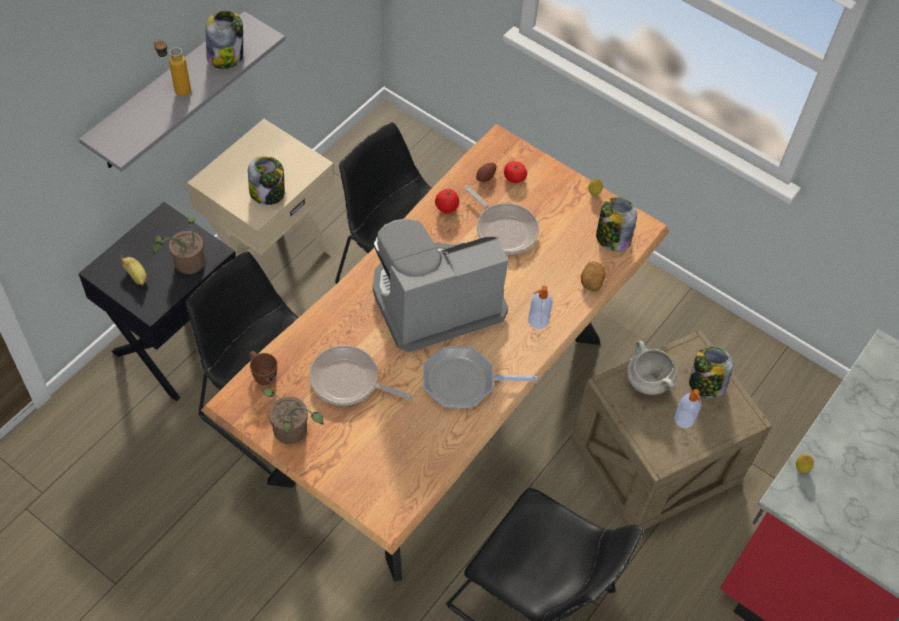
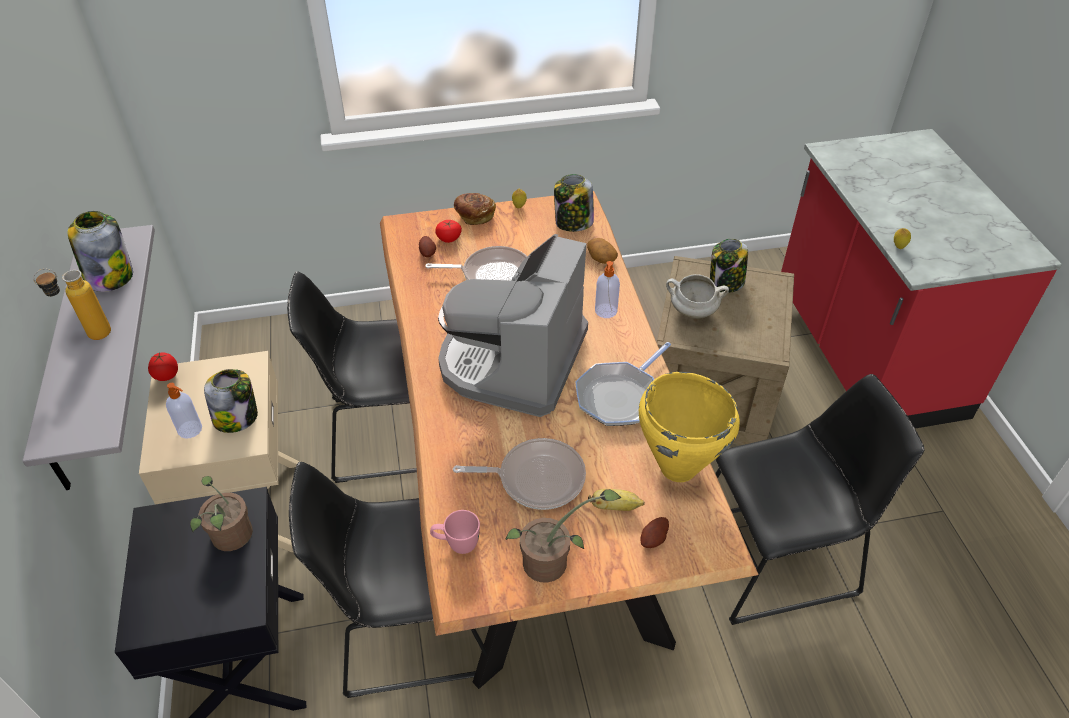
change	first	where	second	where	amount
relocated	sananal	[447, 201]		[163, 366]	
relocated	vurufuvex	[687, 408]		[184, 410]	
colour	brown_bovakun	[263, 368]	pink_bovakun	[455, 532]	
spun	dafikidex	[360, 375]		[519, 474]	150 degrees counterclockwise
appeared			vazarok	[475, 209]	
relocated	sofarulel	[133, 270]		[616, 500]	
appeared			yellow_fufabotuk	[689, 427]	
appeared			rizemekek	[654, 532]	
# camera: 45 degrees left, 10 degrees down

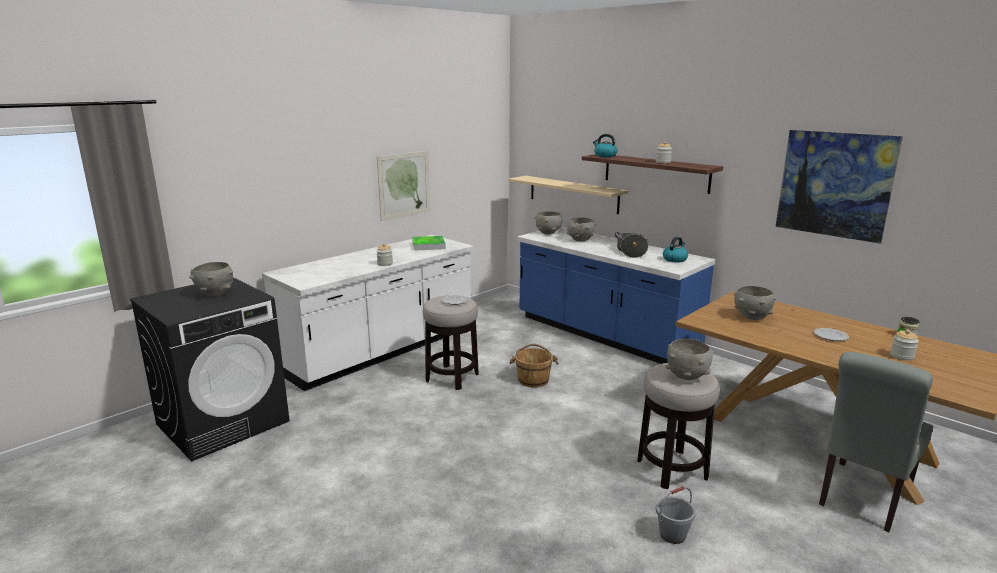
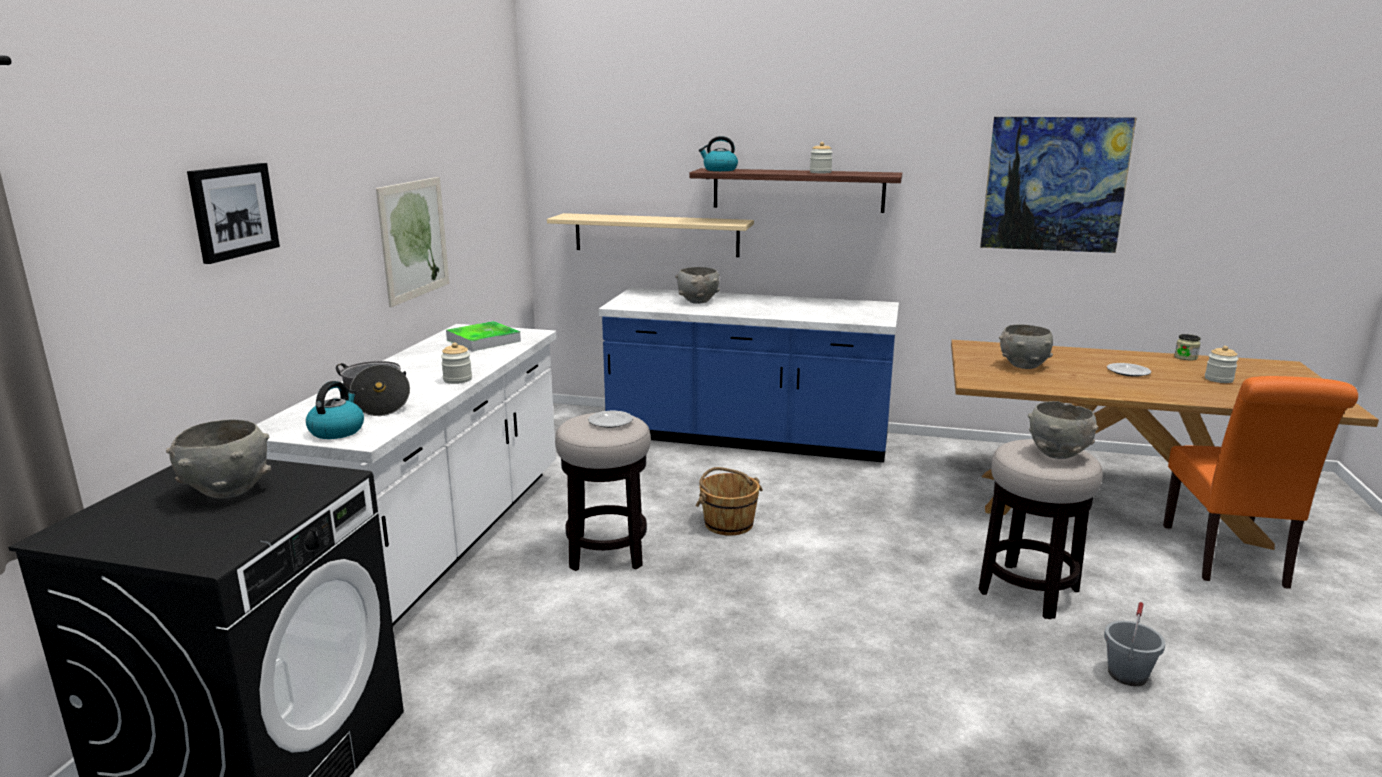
change	first	where	second	where	amount
appeared			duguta	[233, 213]	
relocated	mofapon	[675, 250]		[335, 410]	
relocated	fufabotuk	[631, 245]		[373, 388]	
colour	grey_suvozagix	[876, 442]	orange_suvozagix	[1260, 482]	
missing	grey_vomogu	[549, 223]			
# camera: 30 degrees left, 0 degrees up

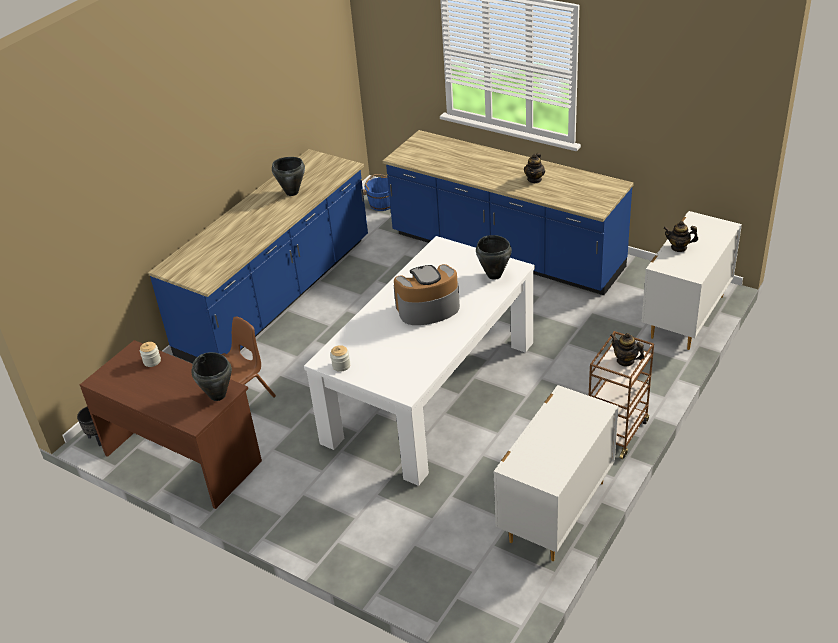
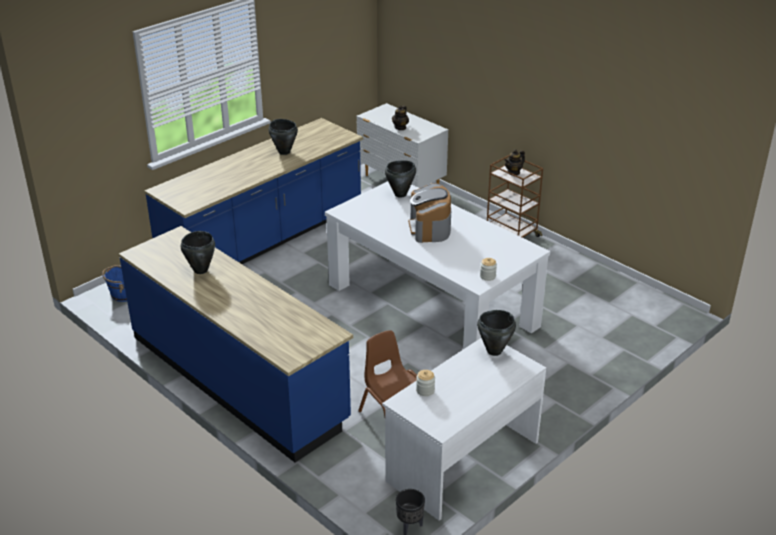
change	first	where	second	where	amount
exchanged	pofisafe	[534, 168]	black_fufabotuk	[283, 137]	
colour	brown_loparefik	[171, 424]	white_loparefik	[464, 429]	
missing	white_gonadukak	[556, 473]			
# camera: 80 degrees left, 5 degrees down

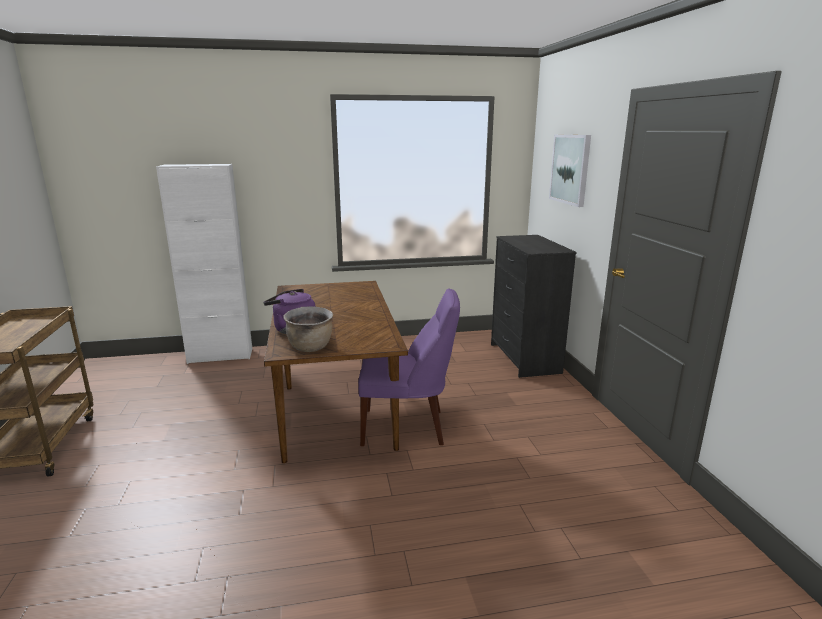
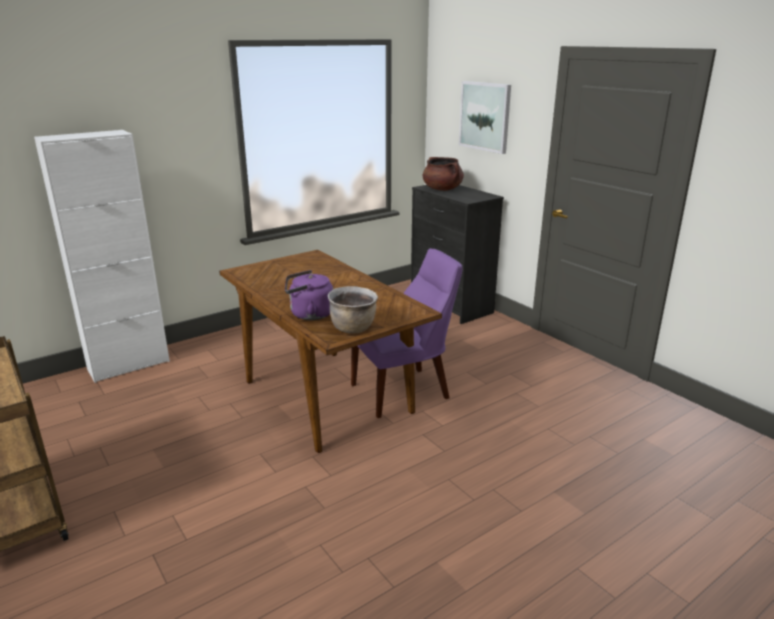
change	first	where	second	where	amount
appeared			brown_fufabotuk	[443, 174]	
# camera: 25 degrees left, 5 degrees up

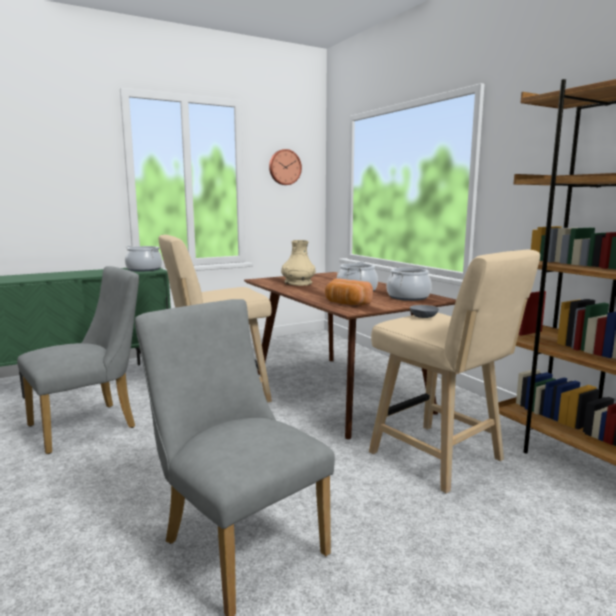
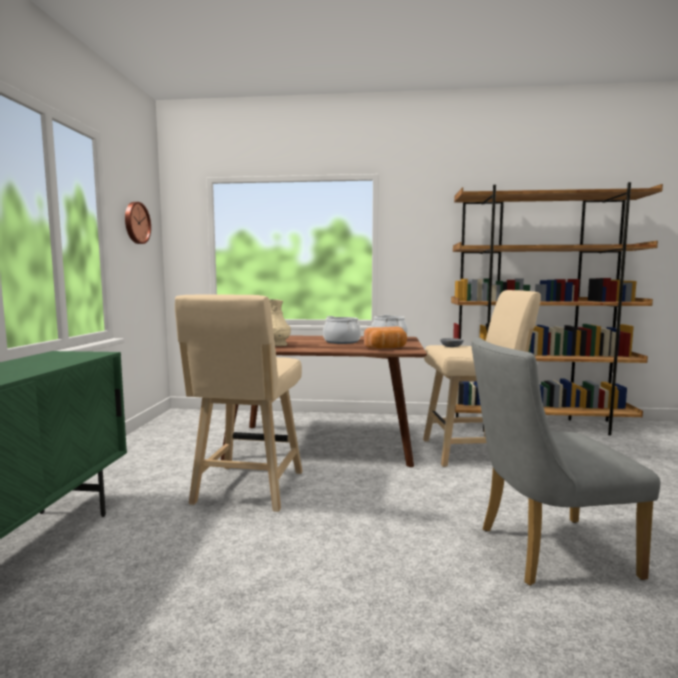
change	first	where	second	where	amount
missing	grey_suvozagix	[78, 360]			
missing	fufabotuk	[143, 259]			
# camera: 55 degrees left, 5 degrees down

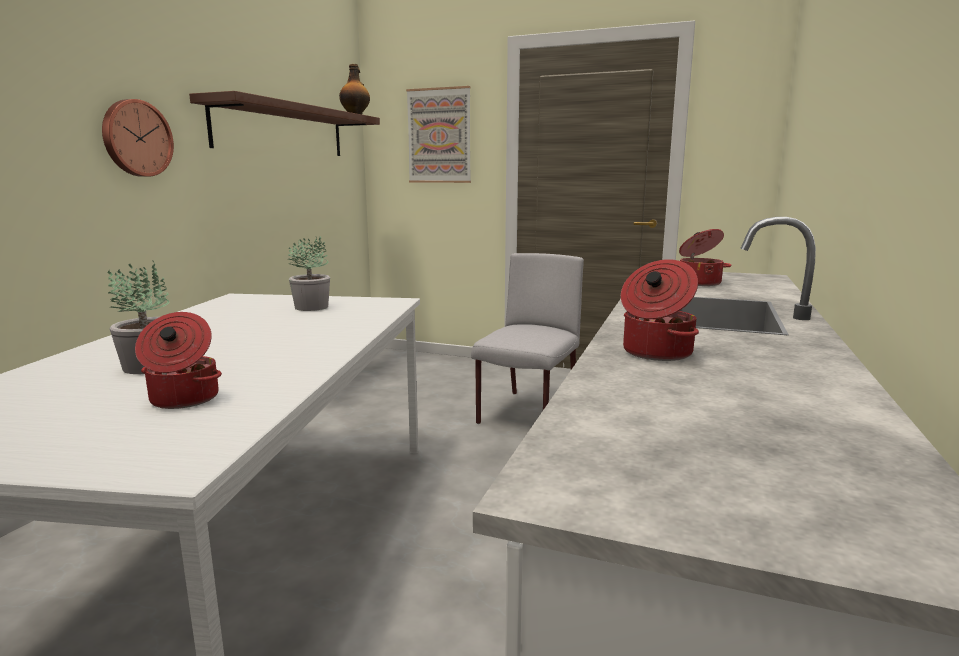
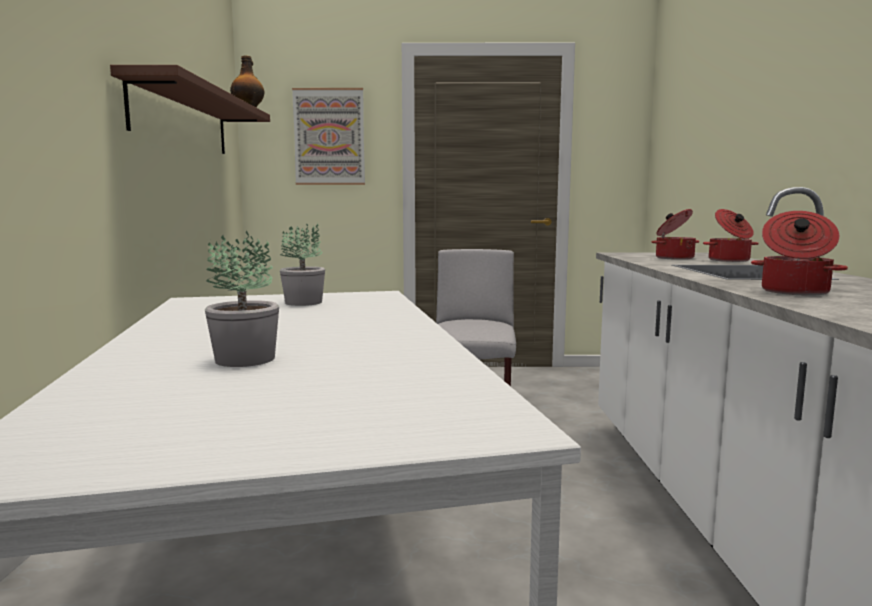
change	first	where	second	where	amount
relocated	fufabotuk	[178, 360]		[731, 235]	
missing	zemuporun	[138, 138]			
# camera: 20 degrees left, 5 degrees down

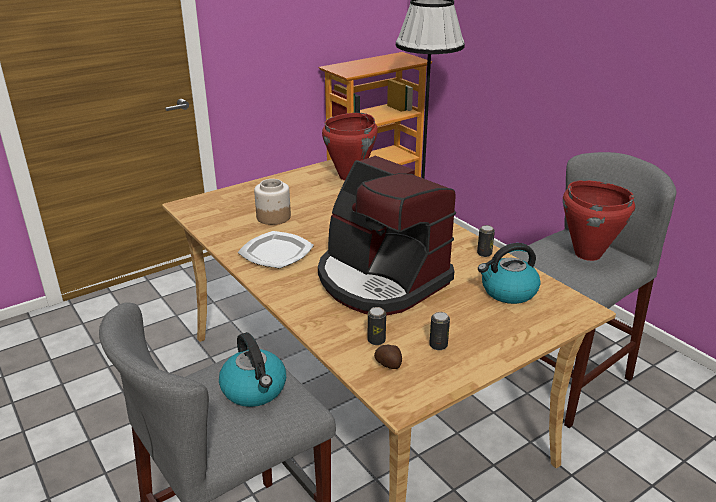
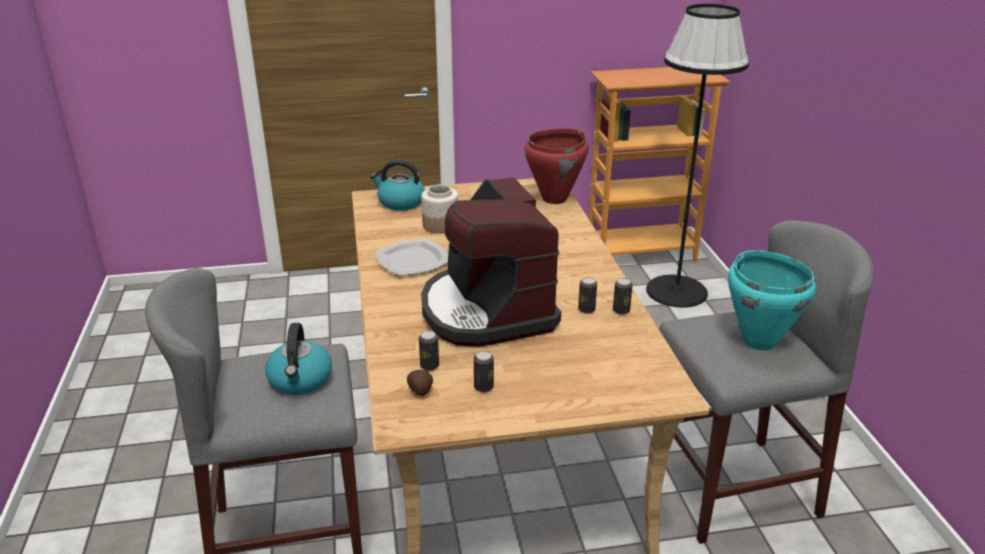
change	first	where	second	where	amount
relocated	mofapon	[509, 273]		[397, 185]	
appeared			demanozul	[587, 295]	
colour	red_fufabotuk	[599, 220]	turquoise_fufabotuk	[772, 300]	
# camera: 25 degrees right, 0 degrees up

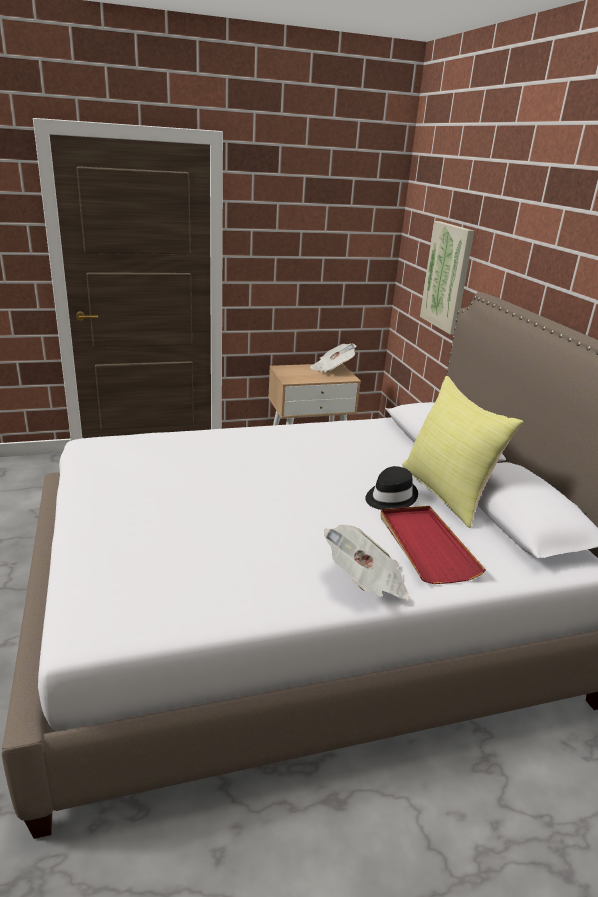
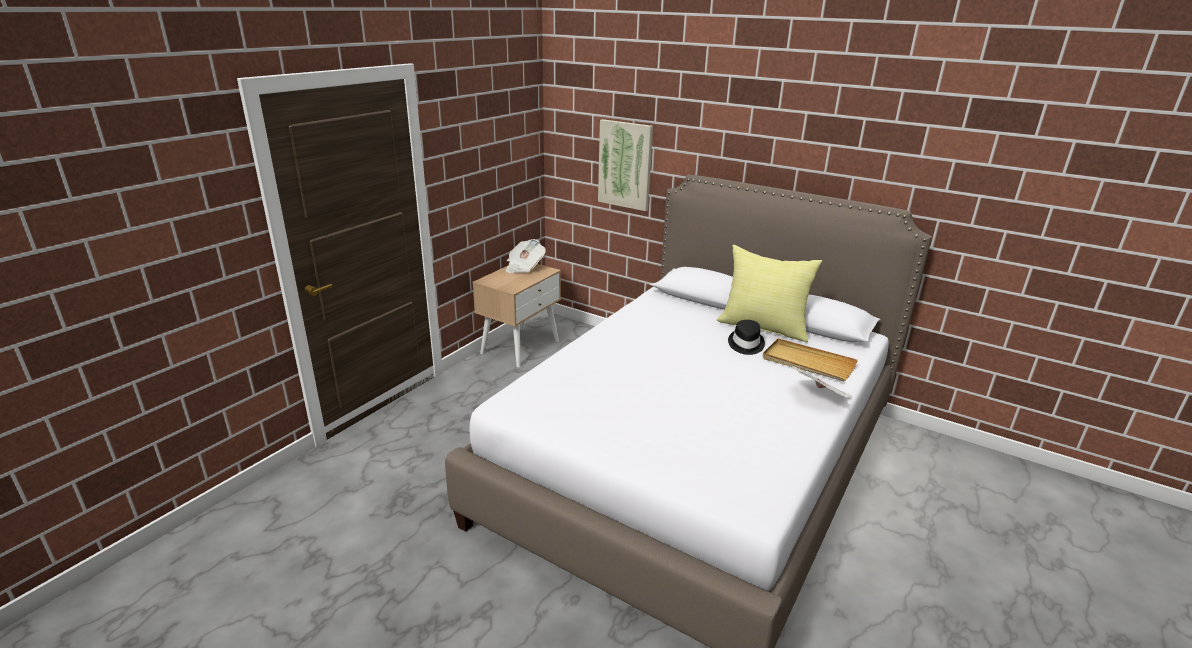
change	first	where	second	where	amount
colour	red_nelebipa	[433, 545]	beige_nelebipa	[810, 359]	
# camera: 40 degrees left, 0 degrees up

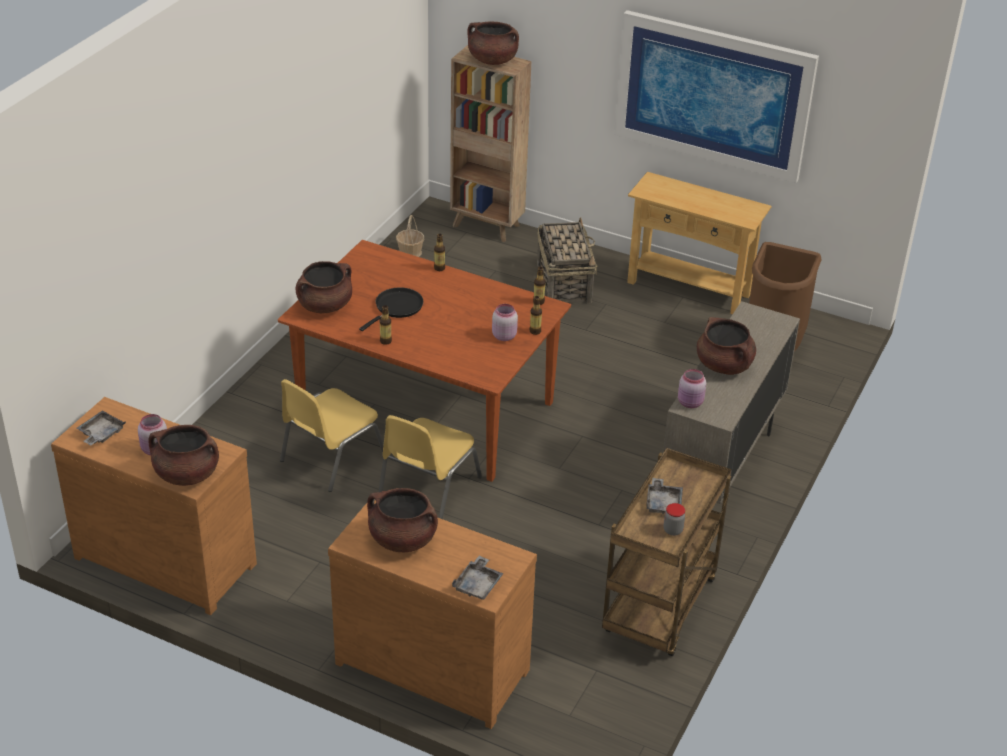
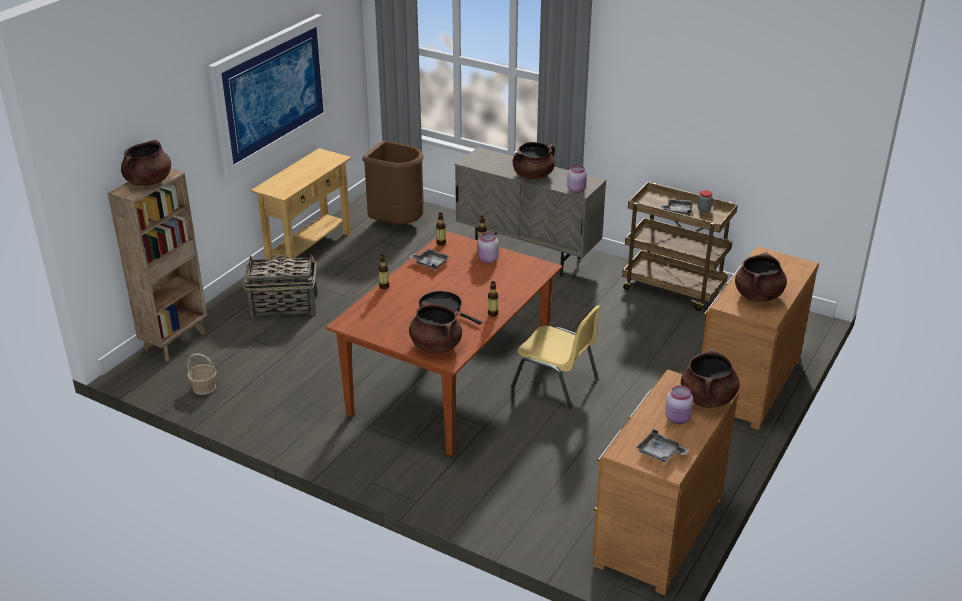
change	first	where	second	where	amount
relocated	grey_nelebipa	[478, 578]		[429, 259]	
missing	yellow_suvozagix	[332, 435]			
# camera: 85 degrees left, 5 degrees down

